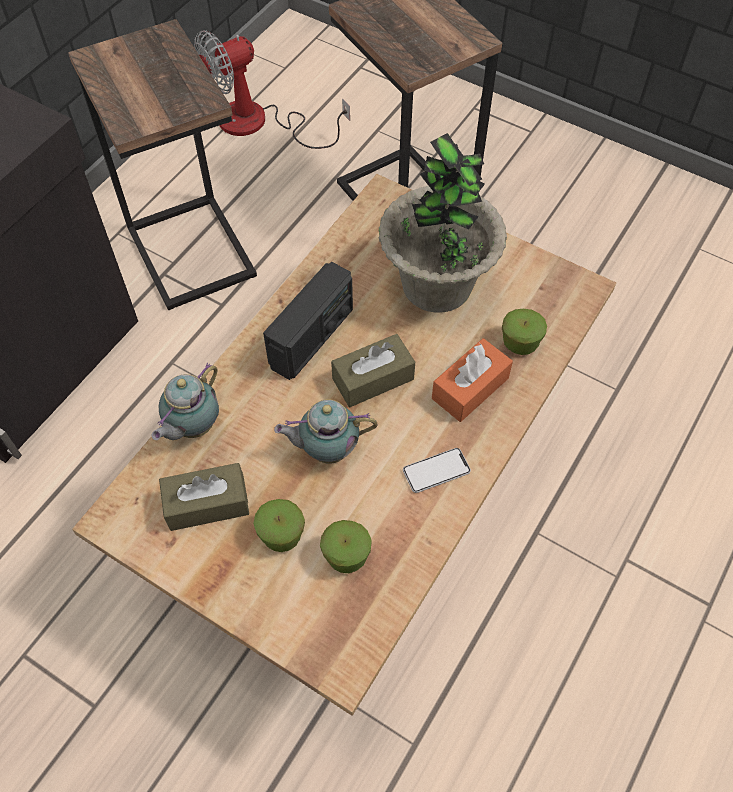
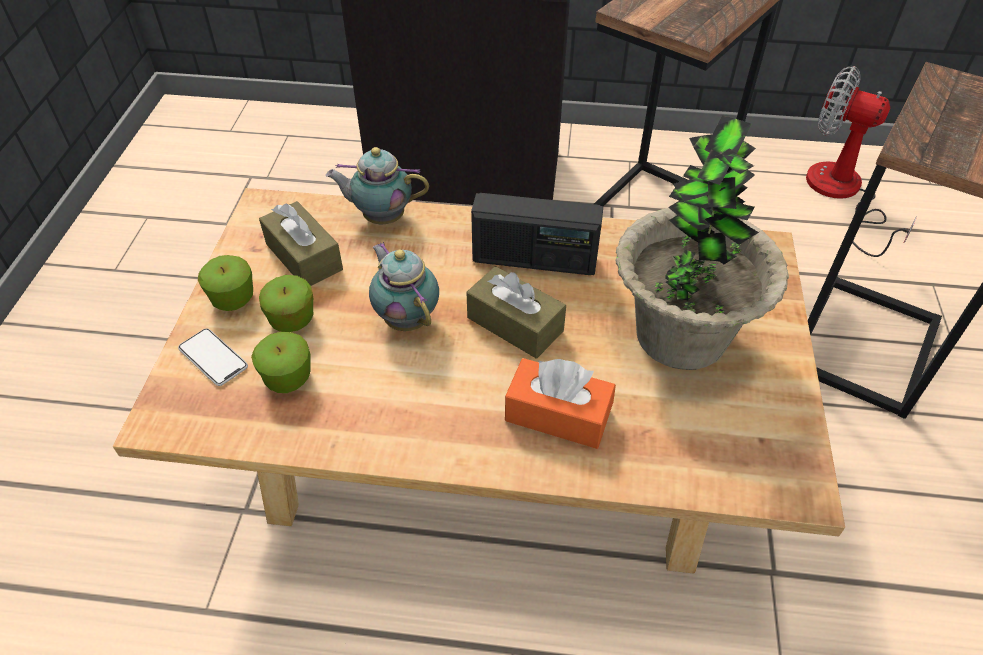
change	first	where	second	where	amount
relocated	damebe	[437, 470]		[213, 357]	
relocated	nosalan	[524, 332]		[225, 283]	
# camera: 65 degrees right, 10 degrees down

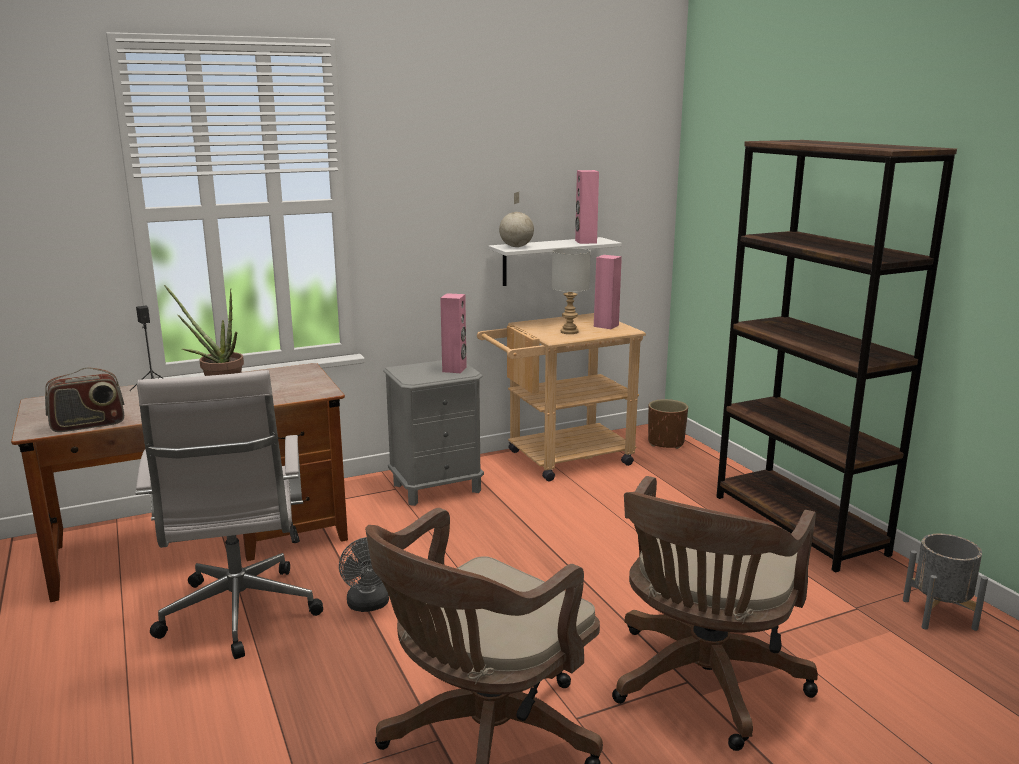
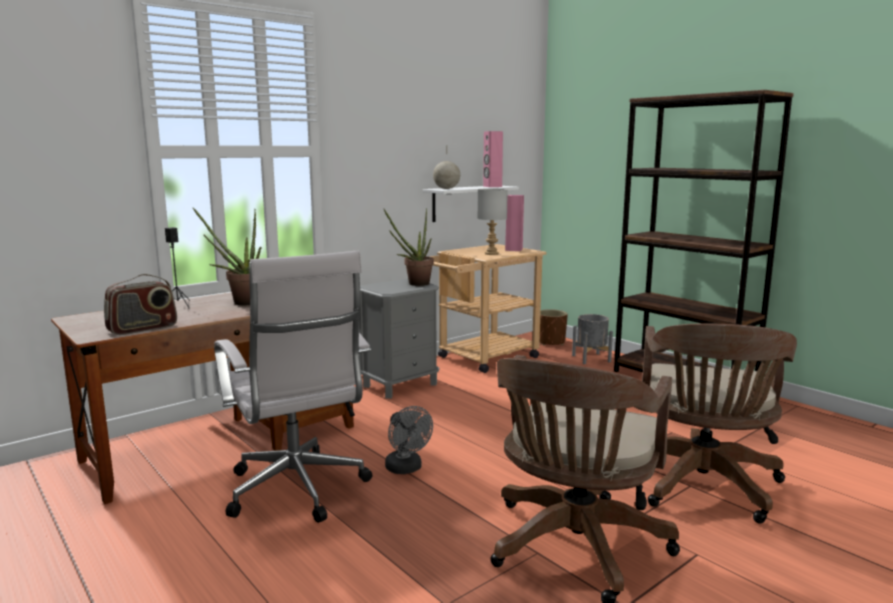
change	first	where	second	where	amount
exchanged	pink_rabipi	[453, 333]	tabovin	[409, 247]	
relocated	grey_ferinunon	[945, 582]		[592, 339]	
# camera: 15 degrees left, 5 degrees down

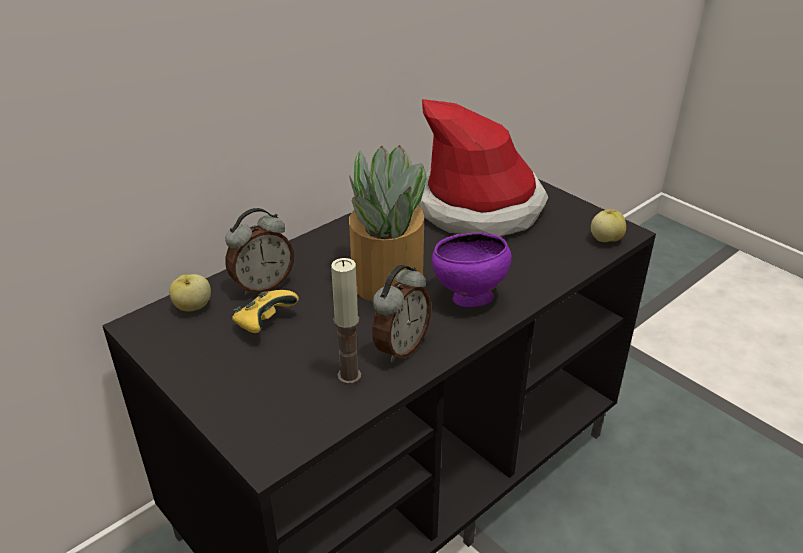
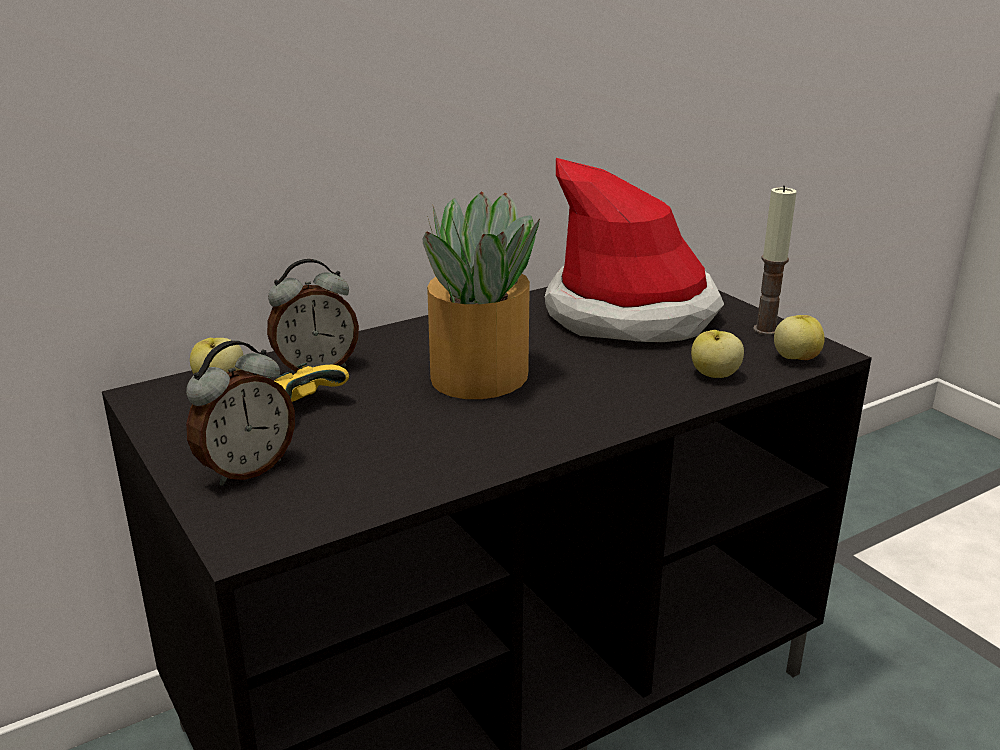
change	first	where	second	where	amount
relocated	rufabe	[401, 314]		[240, 413]	
appeared			nosalan	[717, 354]	
relocated	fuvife	[346, 321]		[774, 260]	
missing	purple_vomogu	[471, 270]			
# camera: 10 degrees right, 10 degrees down

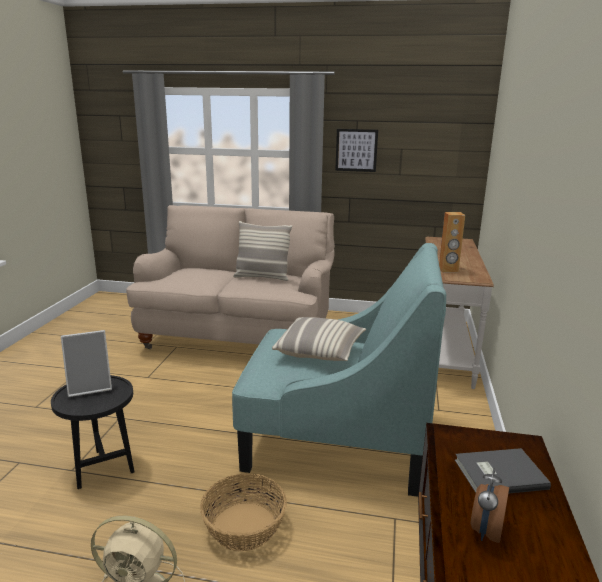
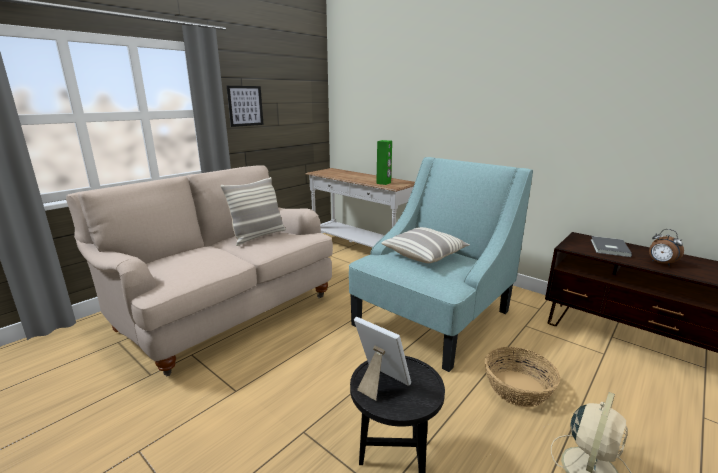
change	first	where	second	where	amount
spun	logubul	[86, 363]		[382, 359]	60 degrees counterclockwise
colour	brown_rabipi	[452, 242]	green_rabipi	[384, 162]	
# camera: 60 degrees left, 0 degrees up

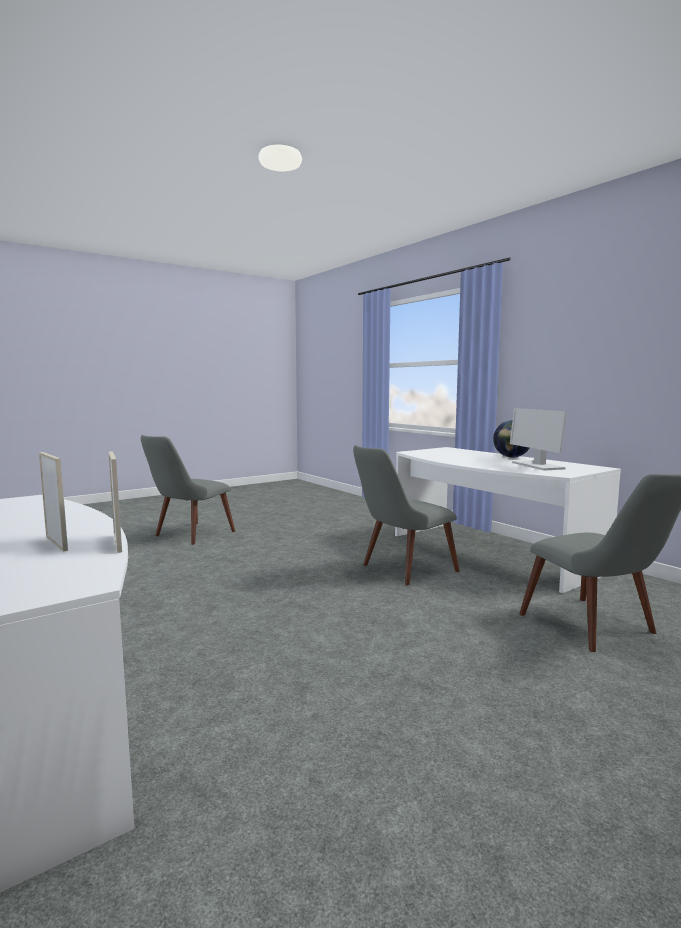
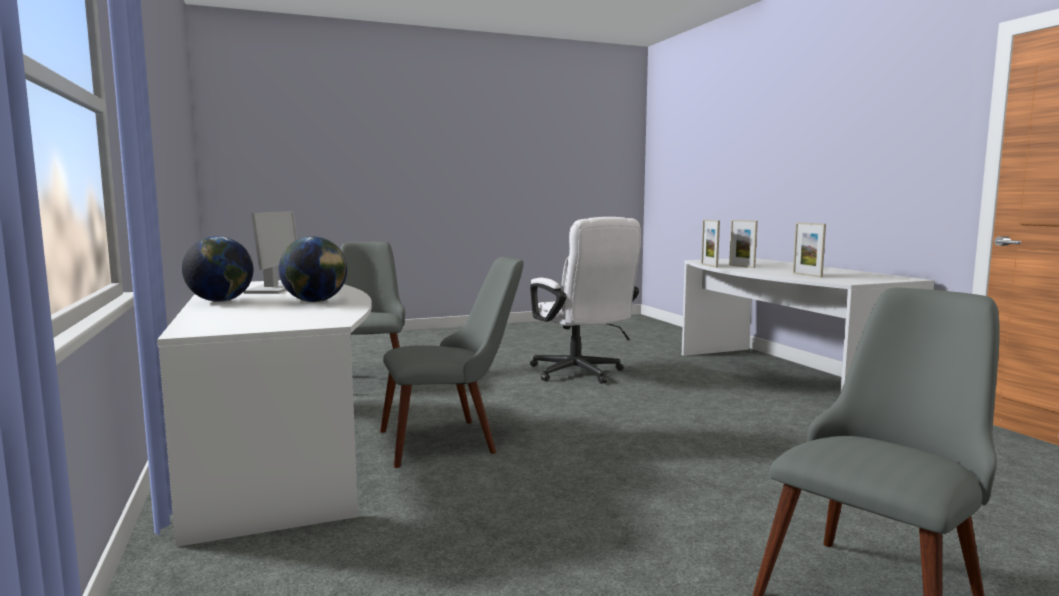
change	first	where	second	where	amount
appeared			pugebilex	[313, 269]	
appeared			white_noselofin	[585, 300]	
appeared			logubul	[809, 250]	
# camera: 165 degrees left, 0 degrees up

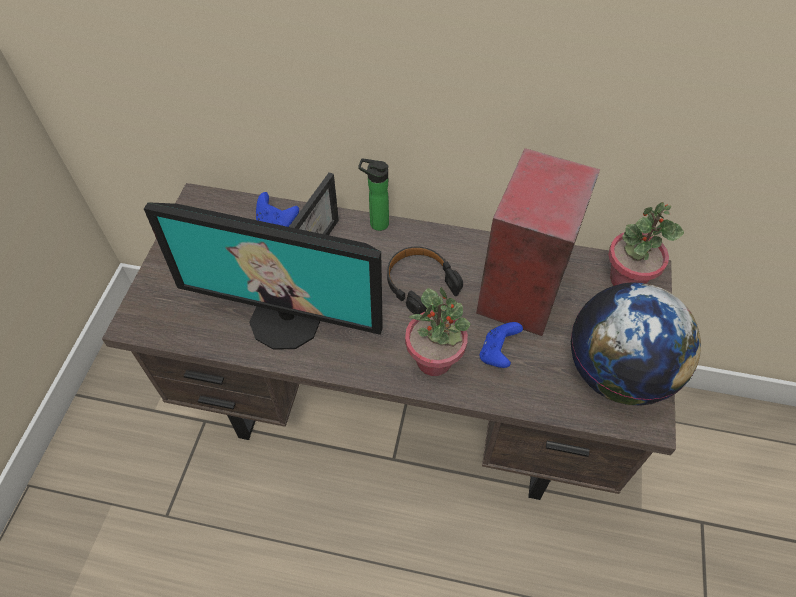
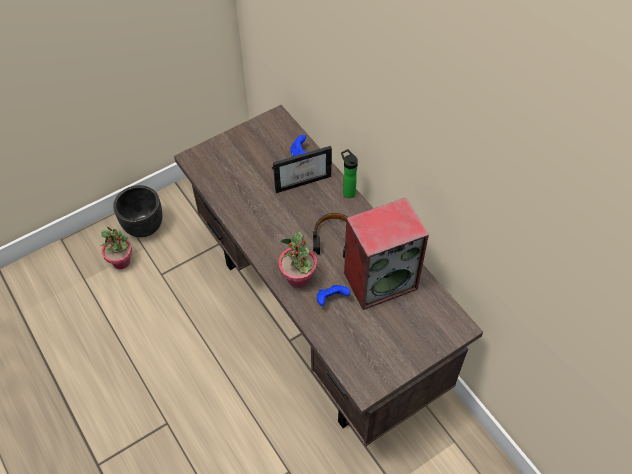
change	first	where	second	where	amount
relocated	tabovin	[646, 244]		[116, 248]	
appeared			black_ferinunon	[137, 211]	
missing	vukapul	[263, 276]			
missing	pugebilex	[636, 344]			
# camera: 45 degrees right, 0 degrees up

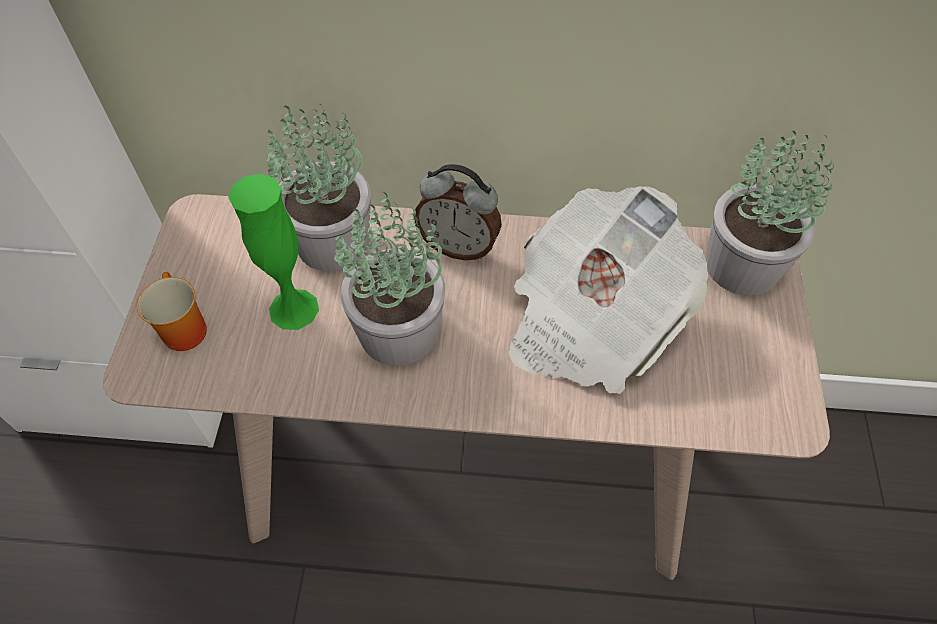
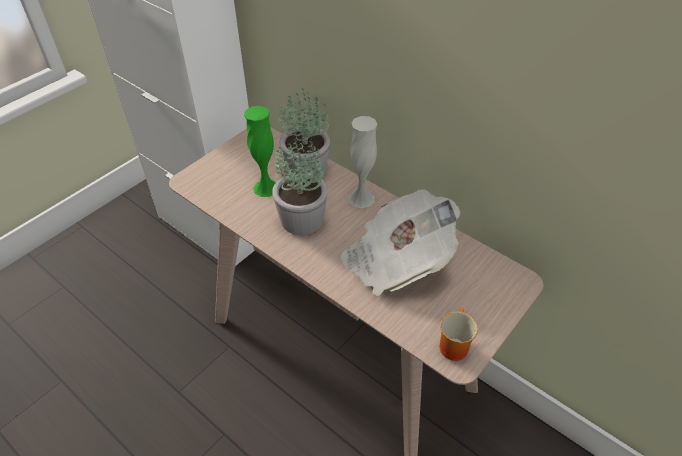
change	first	where	second	where	amount
exchanged	rufabe	[458, 212]	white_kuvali	[363, 162]	
relocated	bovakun	[172, 311]		[458, 334]	
missing	tabovin	[769, 213]			
# camera: 35 degrees right, 10 degrees down

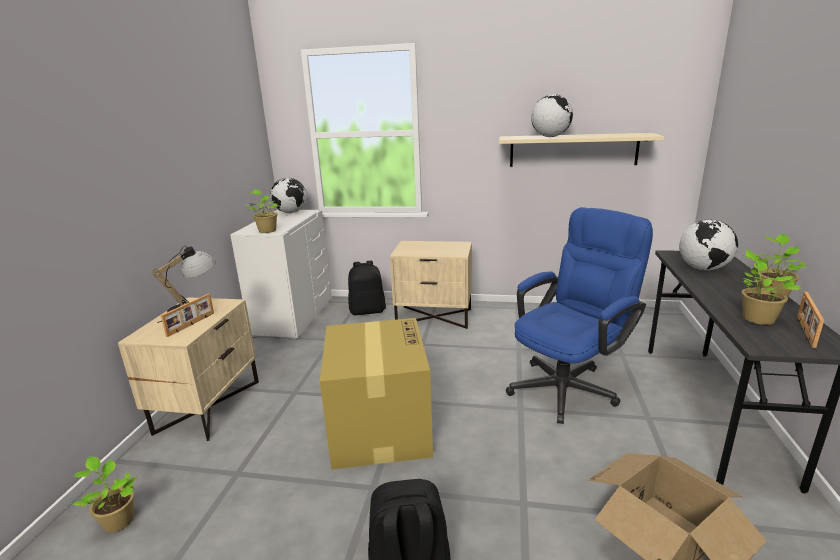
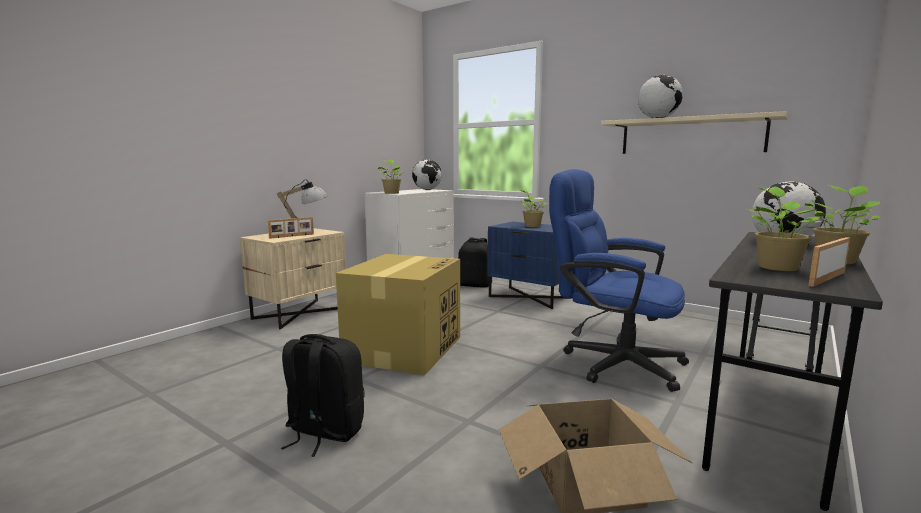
change	first	where	second	where	amount
colour	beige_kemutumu	[431, 285]	blue_kemutumu	[527, 265]	
relocated	tabovin	[104, 494]		[534, 208]	
spun	blue_noselofin	[579, 315]		[619, 280]	135 degrees counterclockwise
# camera: 25 degrees right, 10 degrees down

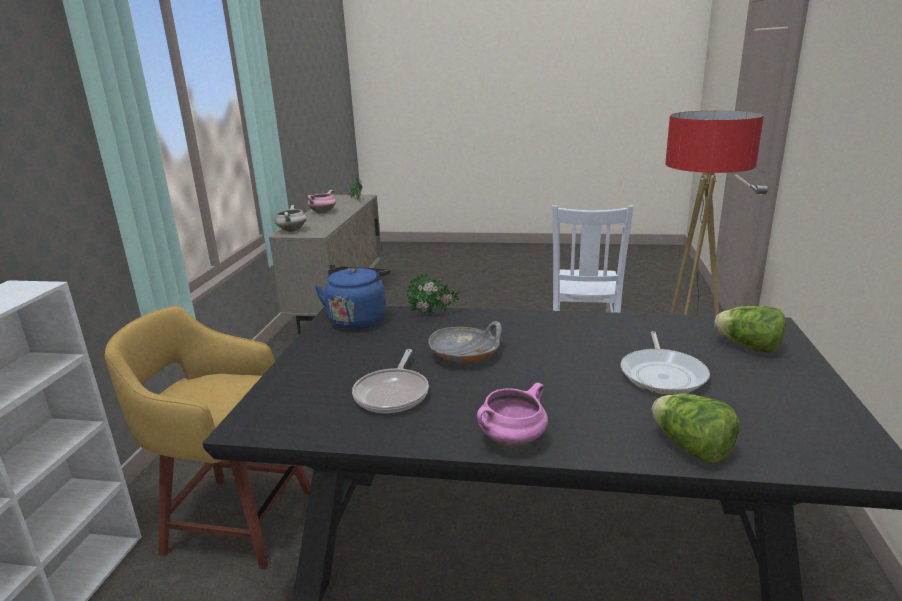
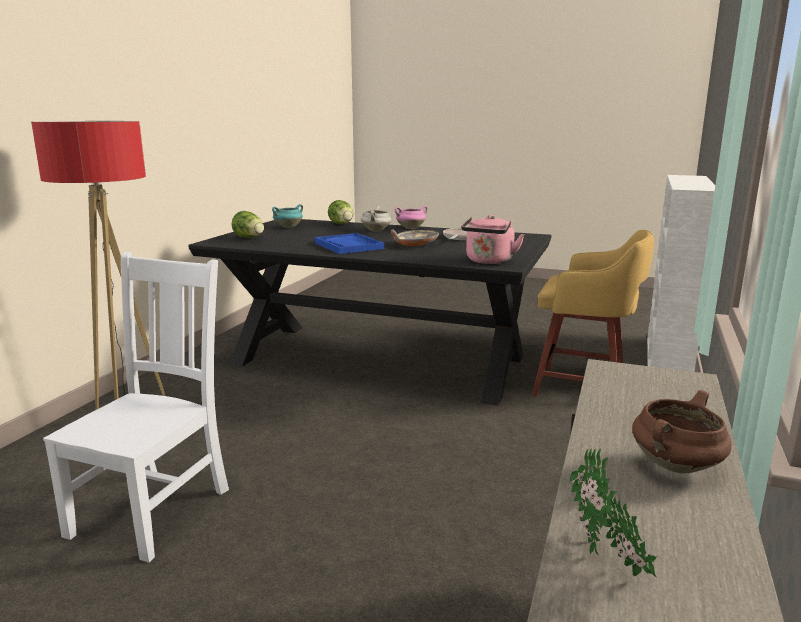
change	first	where	second	where	amount
appeared			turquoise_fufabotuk	[287, 216]	
appeared			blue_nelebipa	[349, 243]	
relocated	white_fufabotuk	[290, 218]		[376, 219]	
colour	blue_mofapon	[352, 298]	pink_mofapon	[493, 239]	
colour	pink_fufabotuk	[322, 202]	brown_fufabotuk	[681, 432]	
missing	tabovin	[433, 294]			
missing	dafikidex	[665, 363]			
# camera: 170 degrees left, 5 degrees down

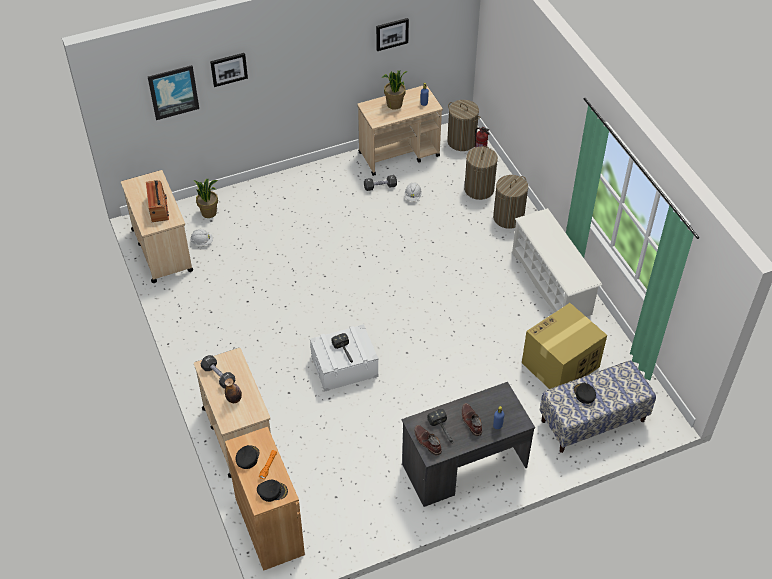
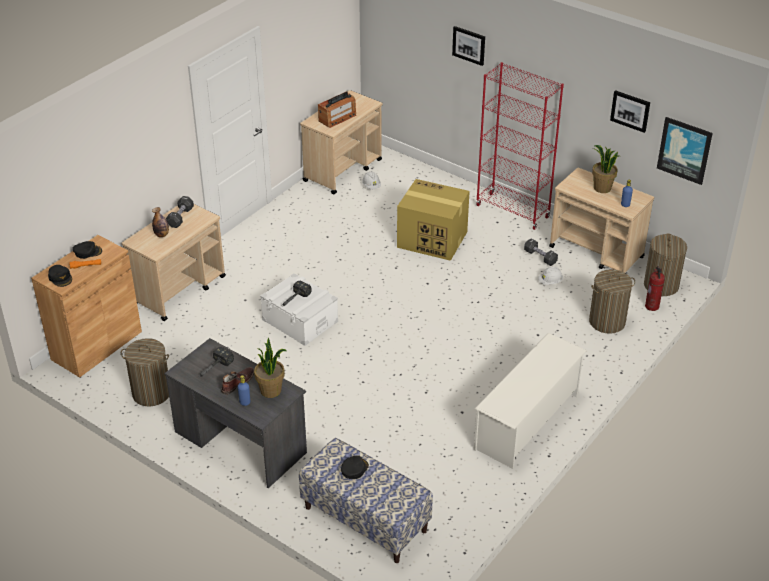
change	first	where	second	where	amount
relocated	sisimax	[510, 202]		[145, 372]	
relocated	tabovin	[206, 198]		[270, 368]	
relocated	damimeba	[564, 346]		[433, 220]	
appeared			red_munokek	[520, 146]	
relocated	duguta	[173, 92]		[685, 151]	
missing	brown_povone	[428, 440]			
# camera: 60 degrees right, 10 degrees down

